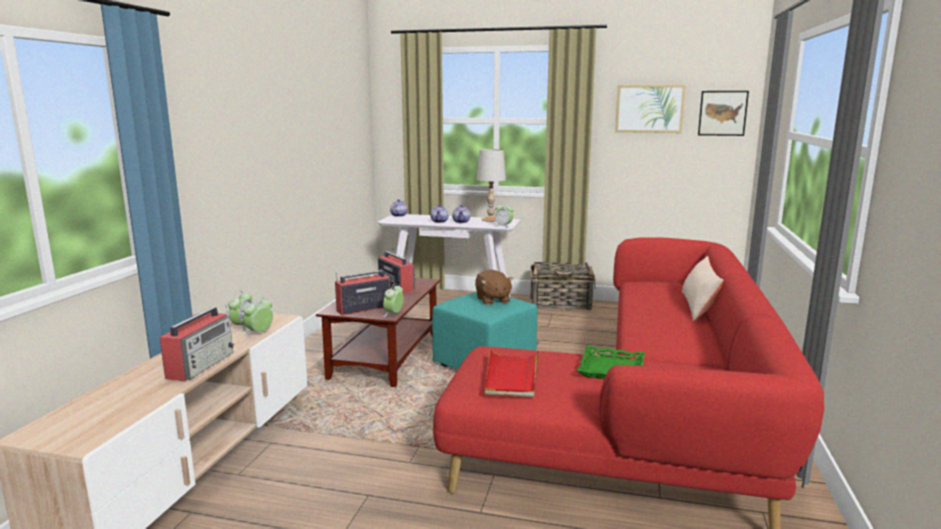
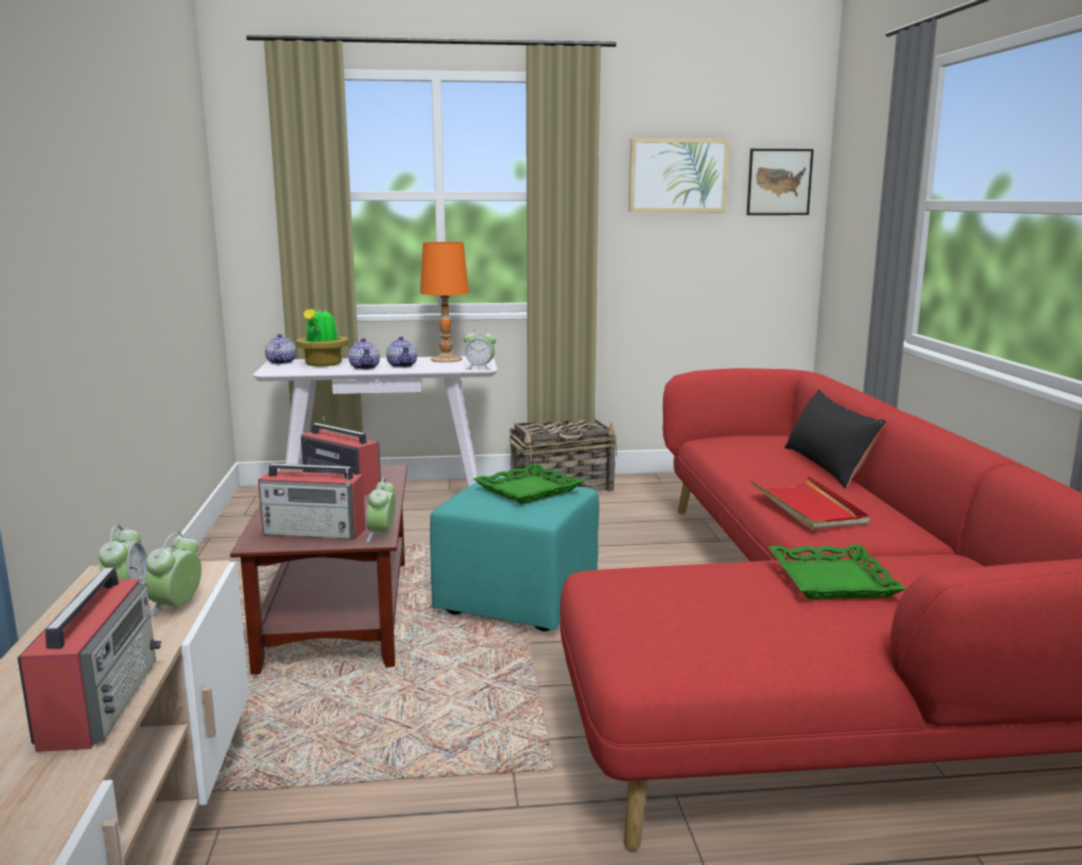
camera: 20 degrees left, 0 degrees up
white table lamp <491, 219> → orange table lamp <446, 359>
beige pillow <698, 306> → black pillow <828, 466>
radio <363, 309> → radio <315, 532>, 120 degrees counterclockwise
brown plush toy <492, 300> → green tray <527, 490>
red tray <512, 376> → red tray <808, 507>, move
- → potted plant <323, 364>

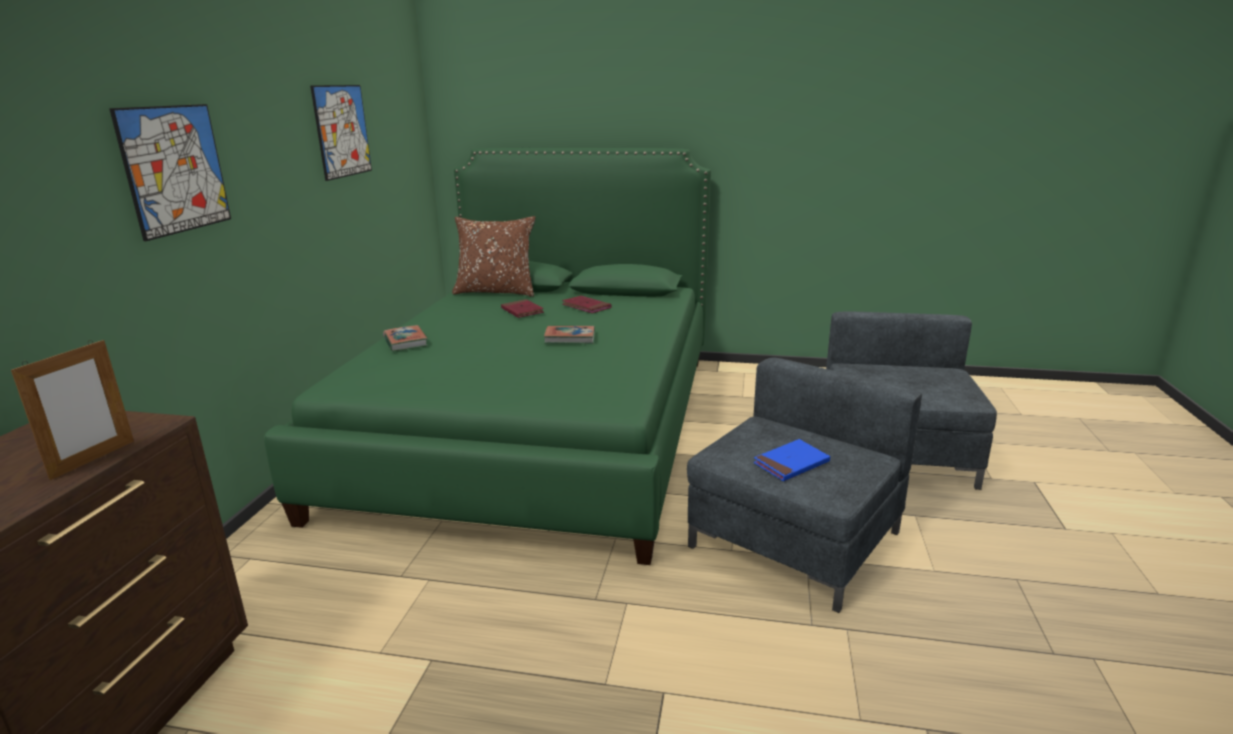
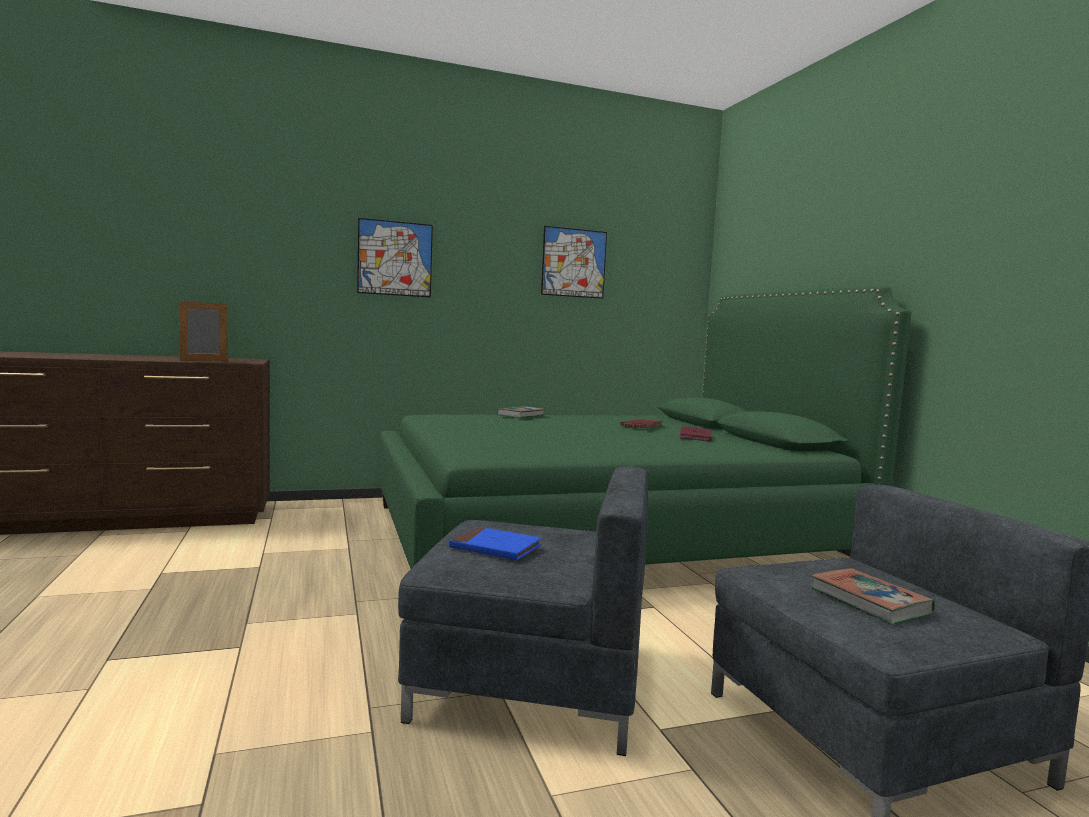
camera: 60 degrees right, 15 degrees down
brown pillow <496, 292> → -
book <570, 338> → book <870, 602>, move
picture frame <93, 459> → picture frame <204, 361>, 150 degrees clockwise

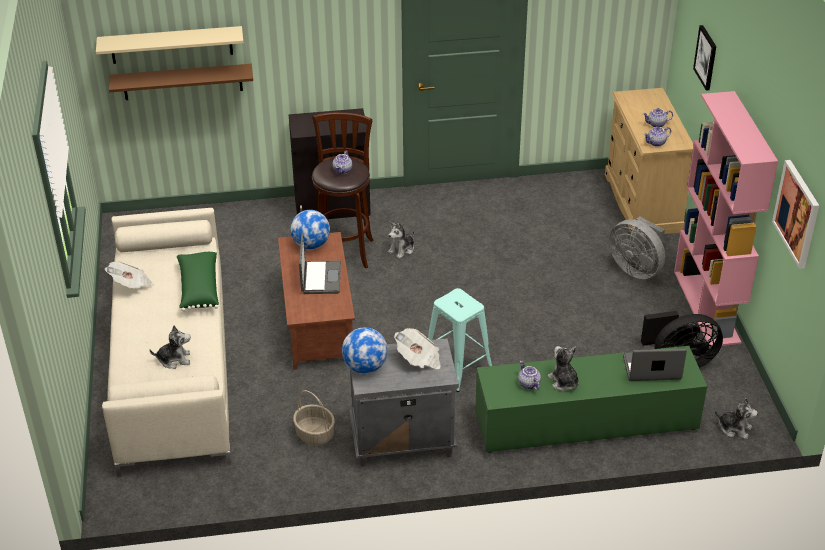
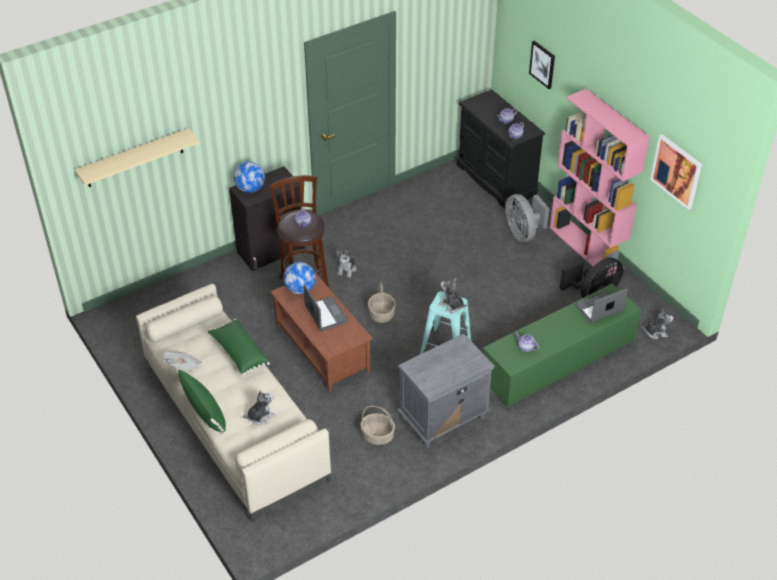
camera: 25 degrees left, 5 degrees up
brown shelf <182, 82> → -
beige dresser <642, 202> → black dresser <496, 180>
grey fan <637, 269> → grey fan <523, 233>, 45 degrees clockwise
globe <365, 367> → globe <250, 189>, move
newspaper <419, 359> → -
plush toy <563, 382> → plush toy <451, 306>, move
- → basket <381, 314>
- → green pillow <204, 411>

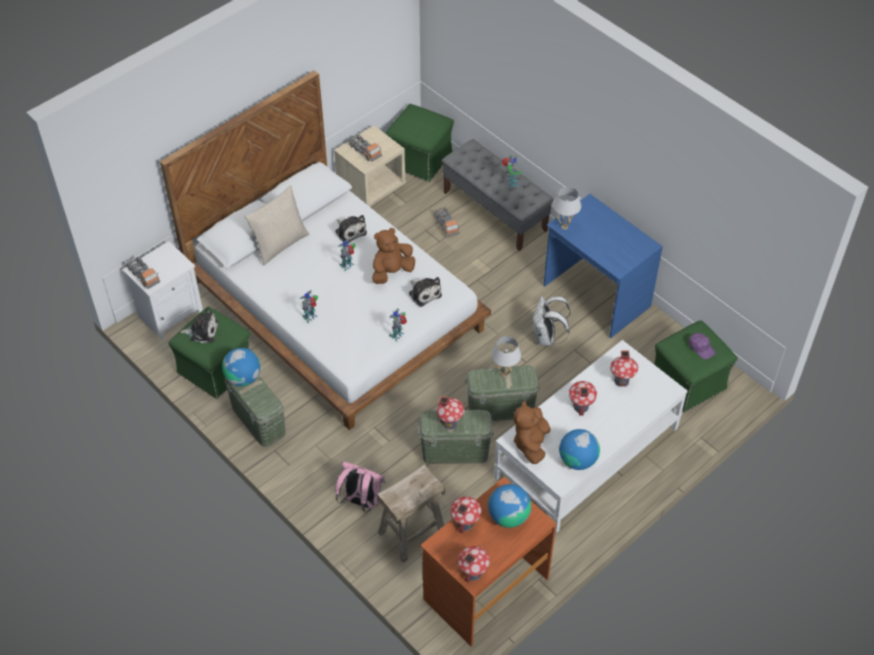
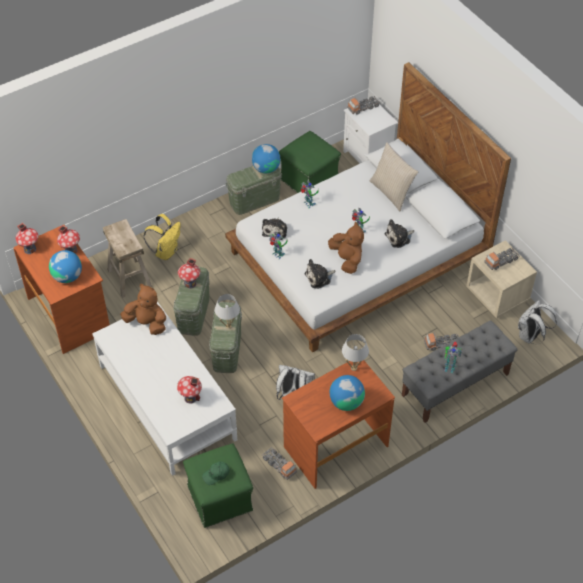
camera: 100 degrees right, 0 degrees up
green ottoman <420, 159> → white backpack <530, 336>
blue desk <595, 296> → brown desk <335, 445>
plush toy <202, 331> → plush toy <275, 230>, move
purple cap <701, 348> → green cap <216, 474>
toy house <580, 407> → -
globe <577, 460> → globe <346, 402>, move
pink backpack <361, 501> → yellow backpack <166, 251>
- → toy truck <279, 465>

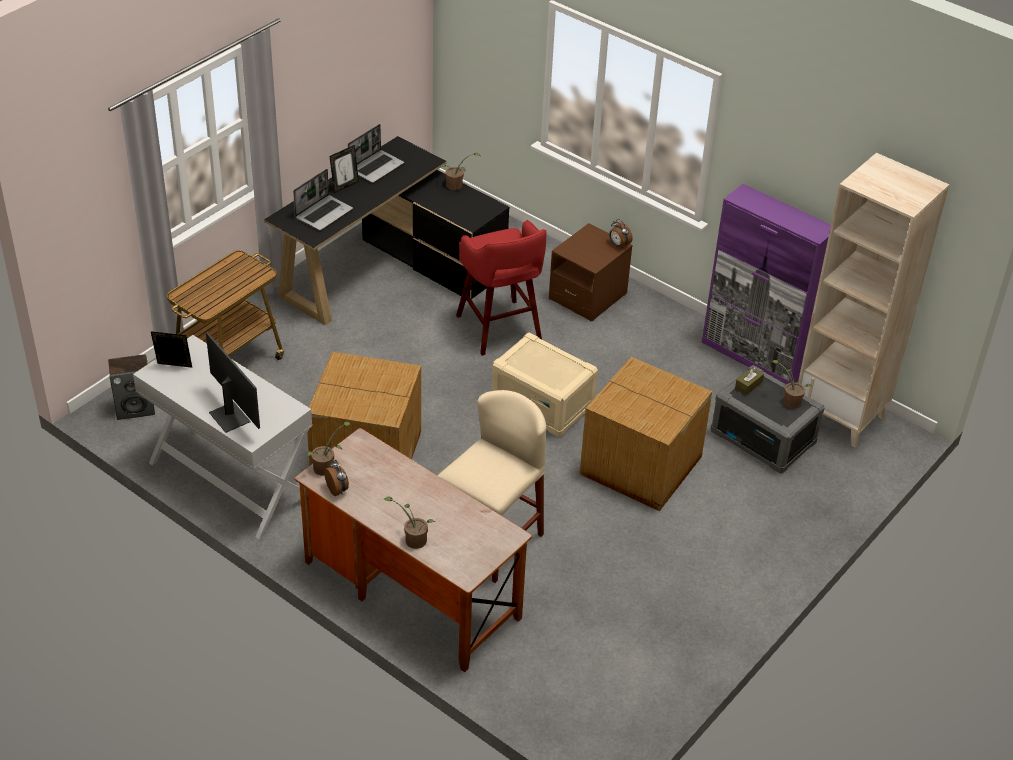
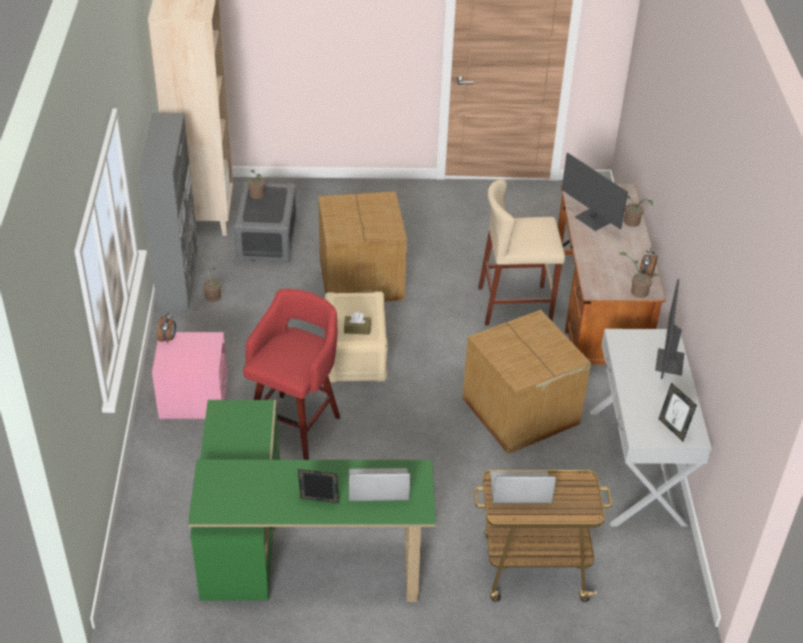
camera: 130 degrees left, 0 degrees up
laptop <376, 167> → laptop <519, 490>, move
black desk <388, 271> → green desk <294, 549>
potted plant <456, 186> → potted plant <212, 294>, move
purple cabinet <754, 357> → grey cabinet <178, 278>
brown nightstand <588, 296> → pink nightstand <193, 399>
speaker <135, 408> → -
brown tissue box <748, 385> → brown tissue box <357, 329>, move
- → monitor <592, 220>

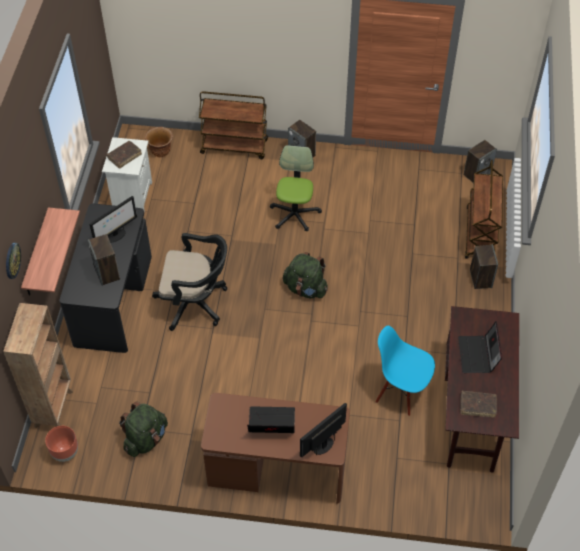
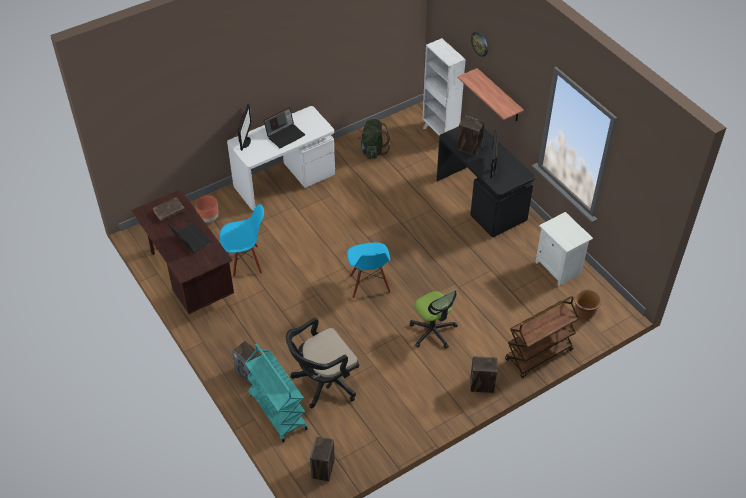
camera: 140 degrees right, 5 degrees down
brown book <124, 156> → -
brown cart <480, 235> → turquoise cart <277, 411>
black office chair <195, 303> → black office chair <323, 382>, move
green backpack <305, 288> → blue chair <369, 284>
brown bookcase <54, 407> → white bookcase <440, 134>
brown desk <276, 469> → white desk <284, 180>
brown planter <65, 452> → brown planter <209, 218>, move

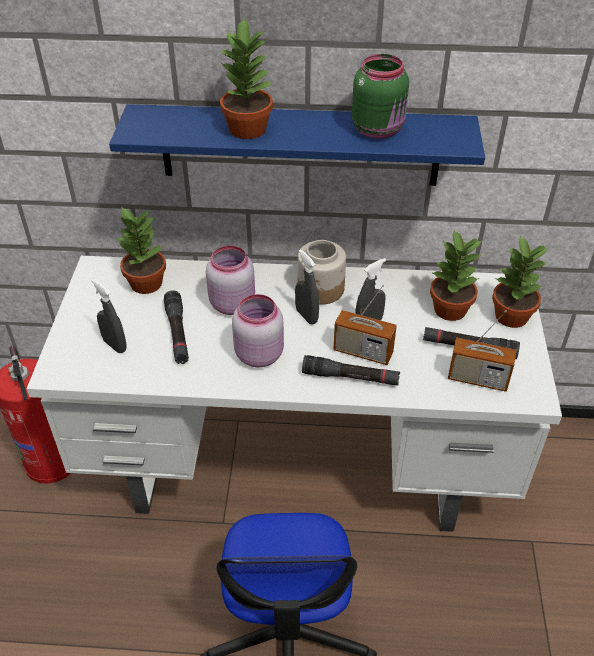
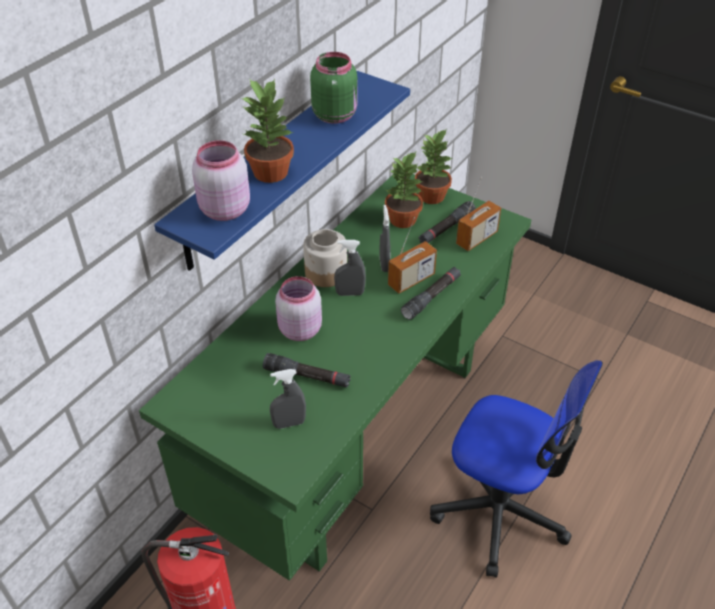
camera: 60 degrees left, 0 degrees up
potted plant <145, 283> → -
white desk <298, 470> → green desk <356, 435>
pink jar <258, 353> → pink jar <223, 210>, move

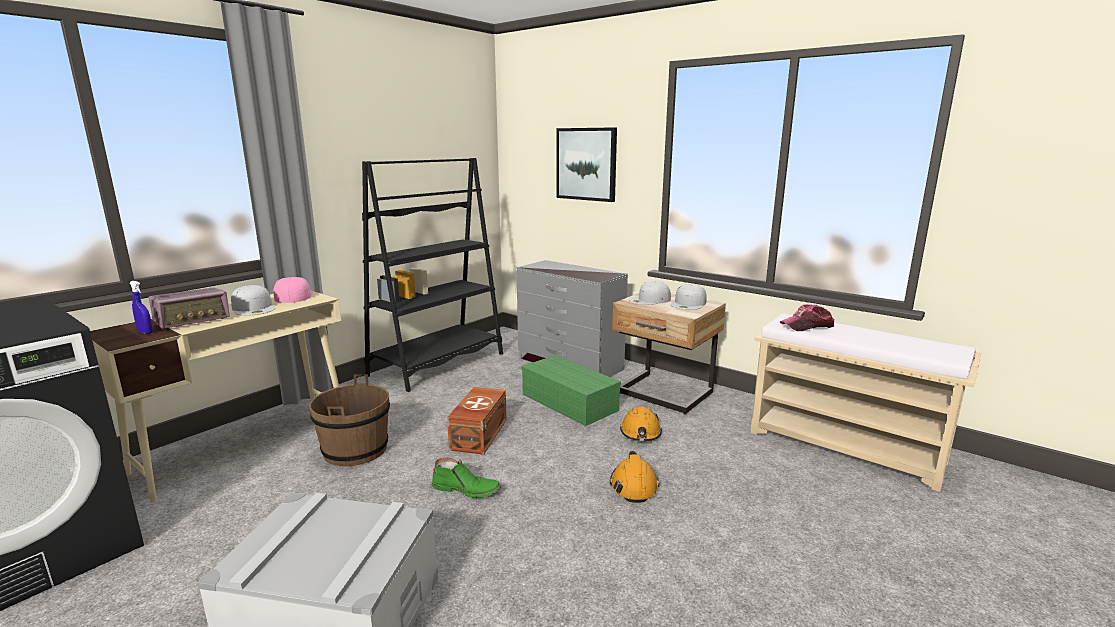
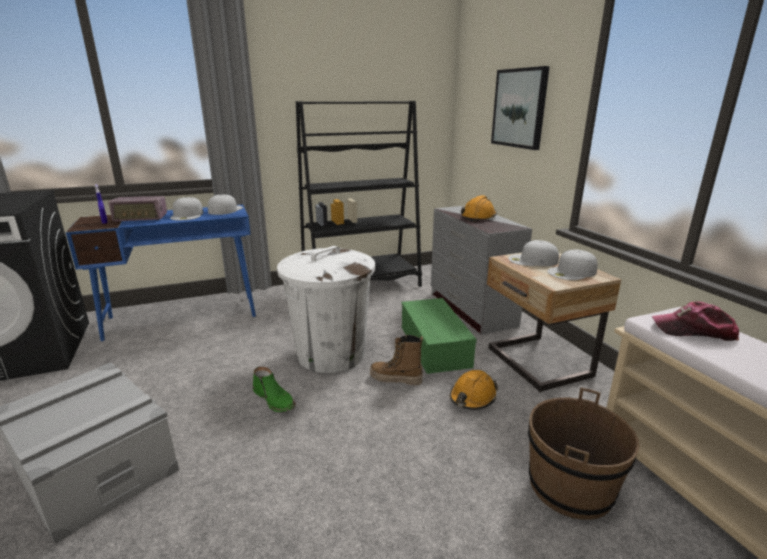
camera: 30 degrees right, 5 degrees up
pink cap <293, 296> → white cap <225, 210>
beige desk <247, 445> → blue desk <183, 316>
brown bucket <356, 450> → brown bucket <570, 486>, move
brown storage box <477, 435> → white trash can <330, 354>
orange hard hat <633, 485> → orange hard hat <479, 216>, move
- → boot <396, 379>

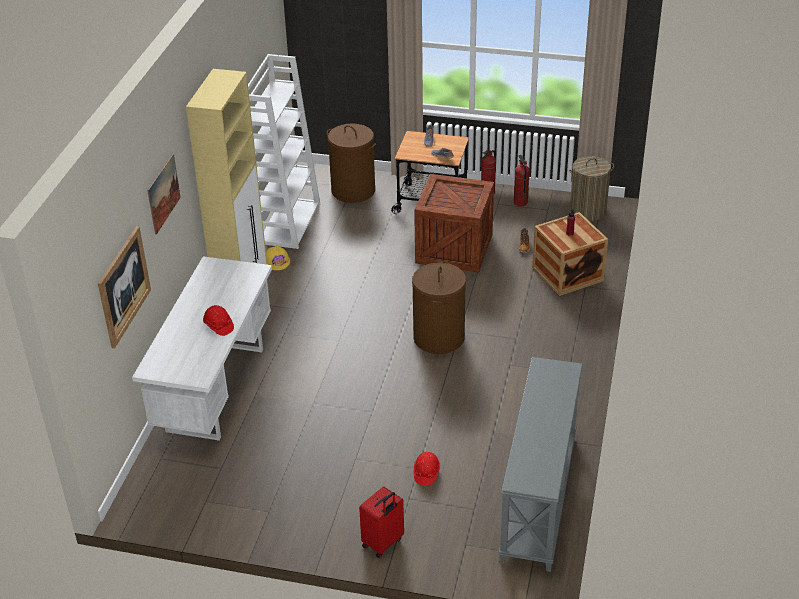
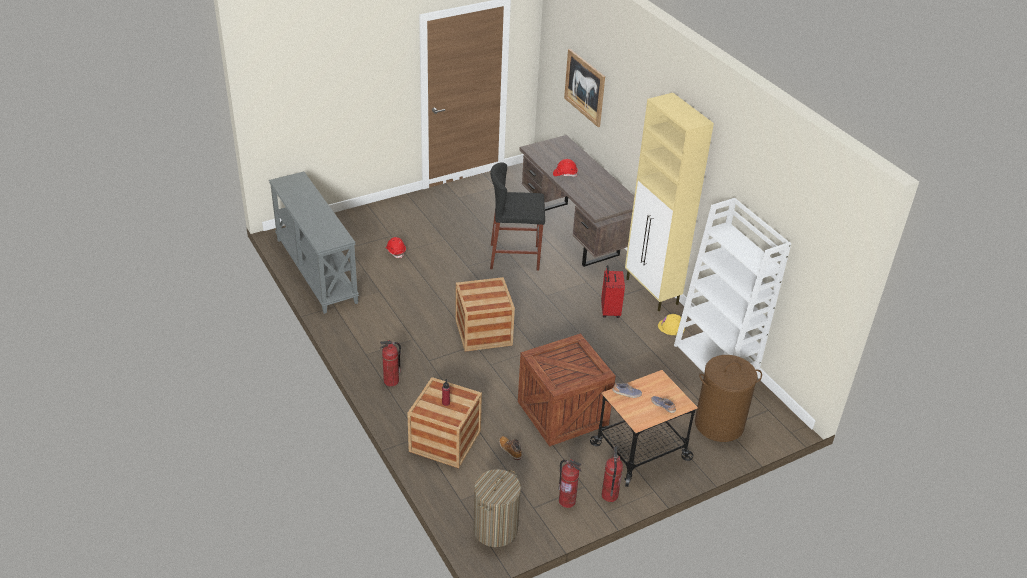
camera: 135 degrees right, 0 degrees up
picture <163, 193> → -
white desk <215, 388> → brown desk <575, 233>
brown laundry basket <439, 338> → crate <483, 332>
red suitcase <383, 543> → red suitcase <609, 311>, move
- → black stool <514, 257>
- → fire extinguisher <391, 381>

